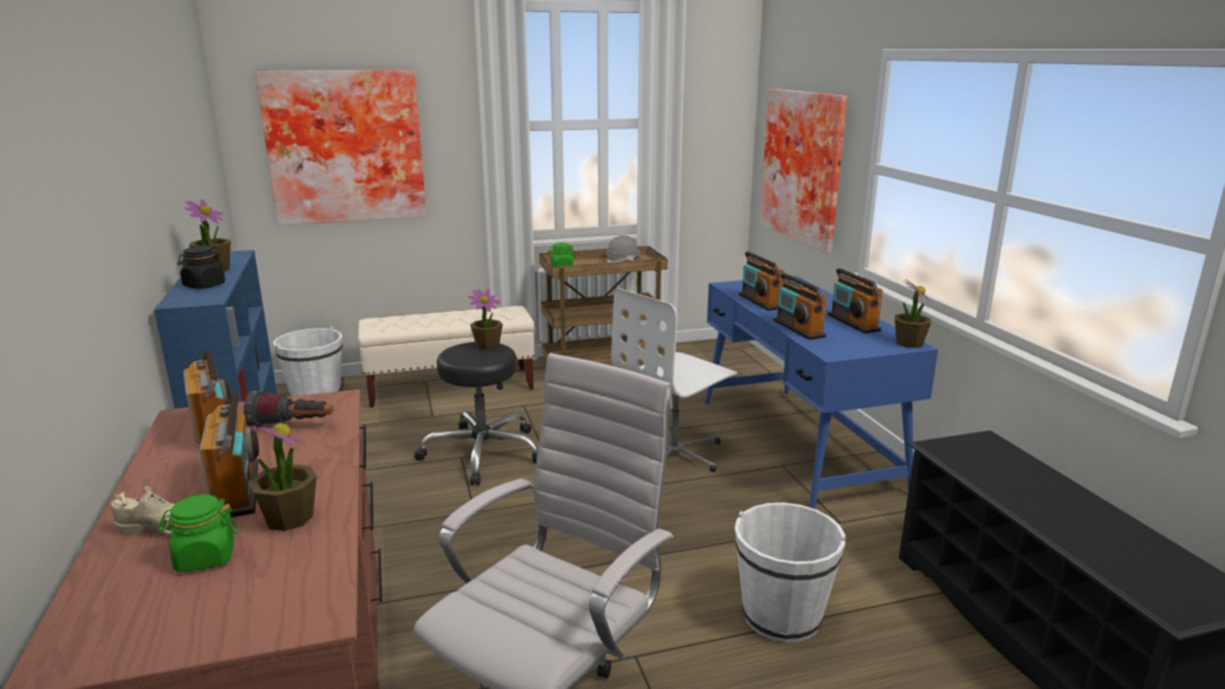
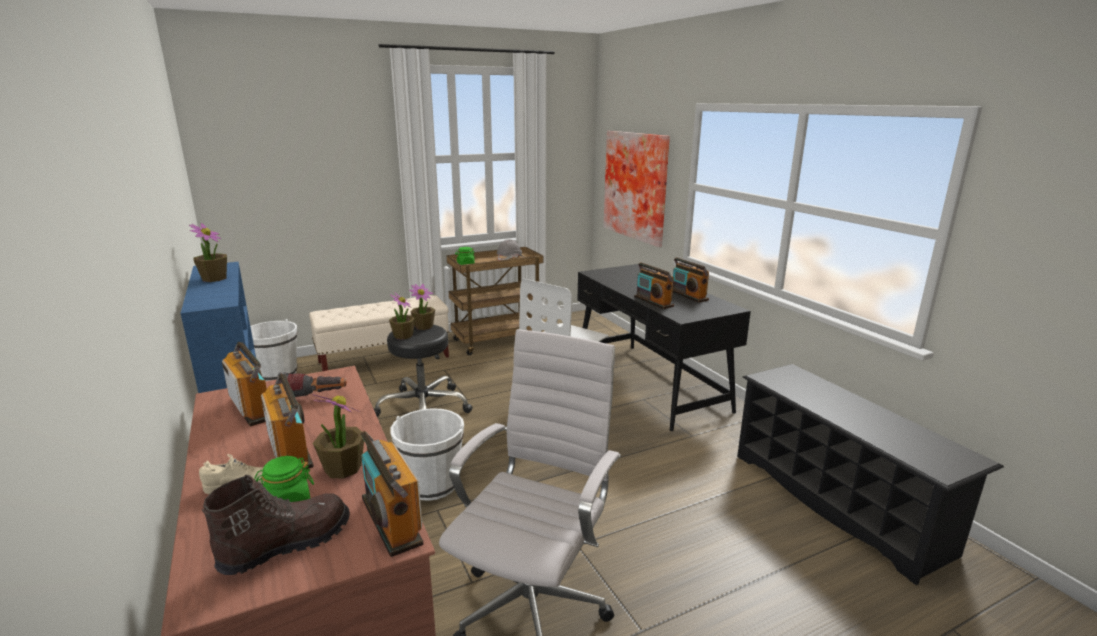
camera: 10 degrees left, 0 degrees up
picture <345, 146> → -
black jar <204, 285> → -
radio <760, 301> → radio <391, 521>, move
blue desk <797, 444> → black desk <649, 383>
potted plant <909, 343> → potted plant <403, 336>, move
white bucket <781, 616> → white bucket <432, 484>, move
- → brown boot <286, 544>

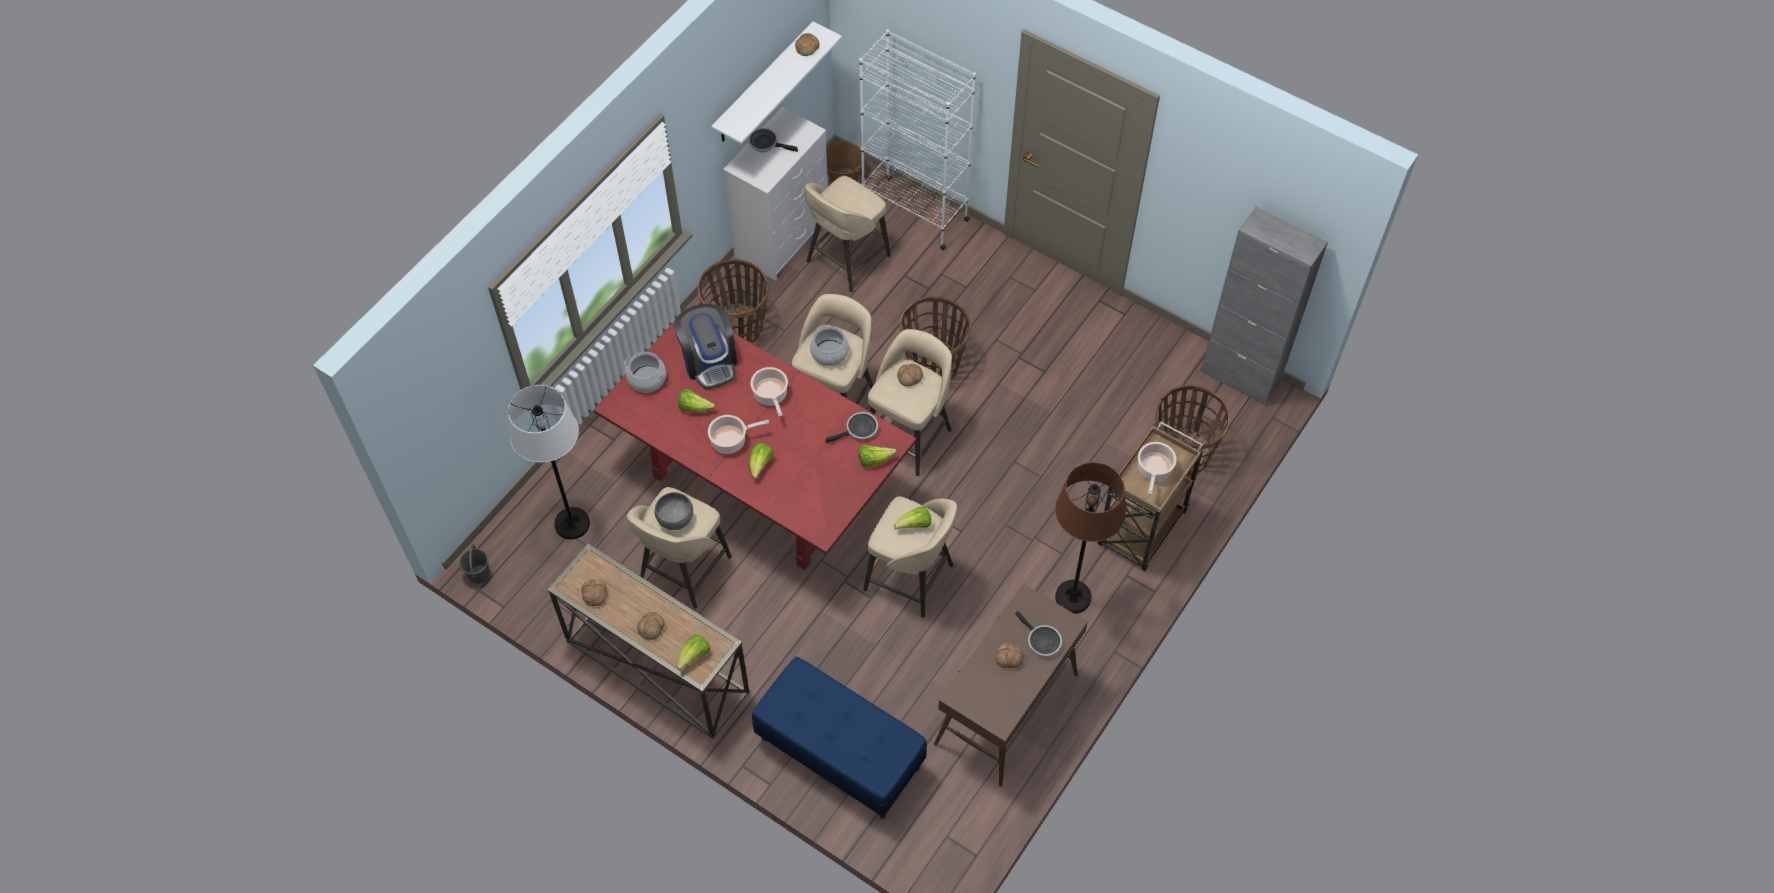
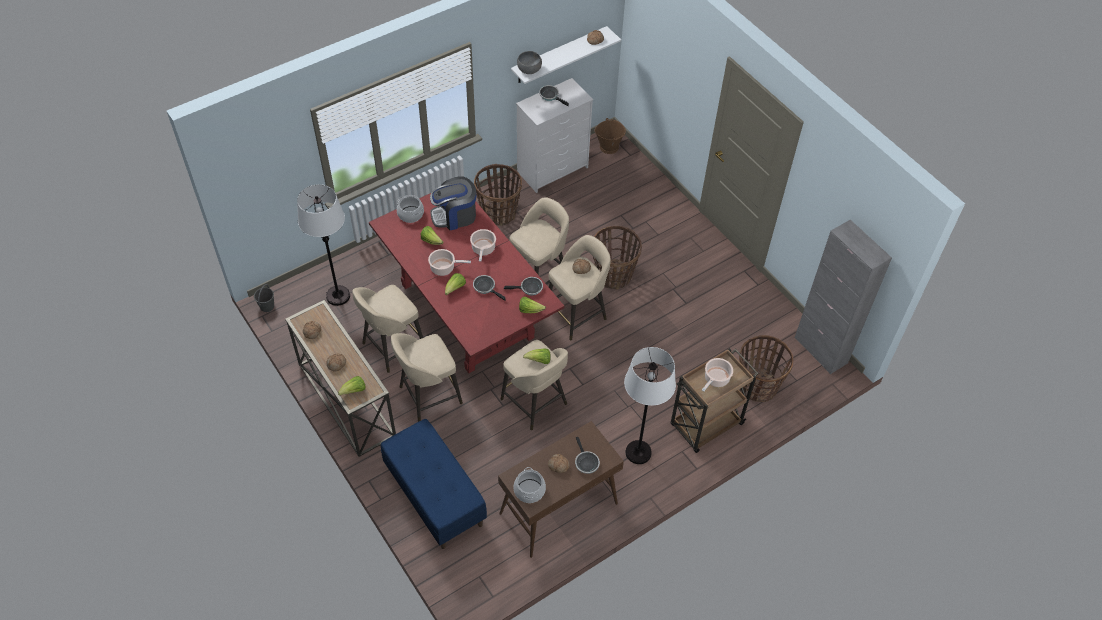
camera: 20 degrees right, 5 degrees down
white bookcase <914, 212> → -
beige stool <846, 260> → beige stool <428, 395>, move
coffee machine <709, 360> → coffee machine <455, 216>, 75 degrees clockwise
cooking pot <830, 353> → cooking pot <529, 491>, move
brown floor lamp <1073, 597> → white floor lamp <638, 453>
grey bowl <675, 518> → grey bowl <529, 69>, move
- → frying pan <485, 287>

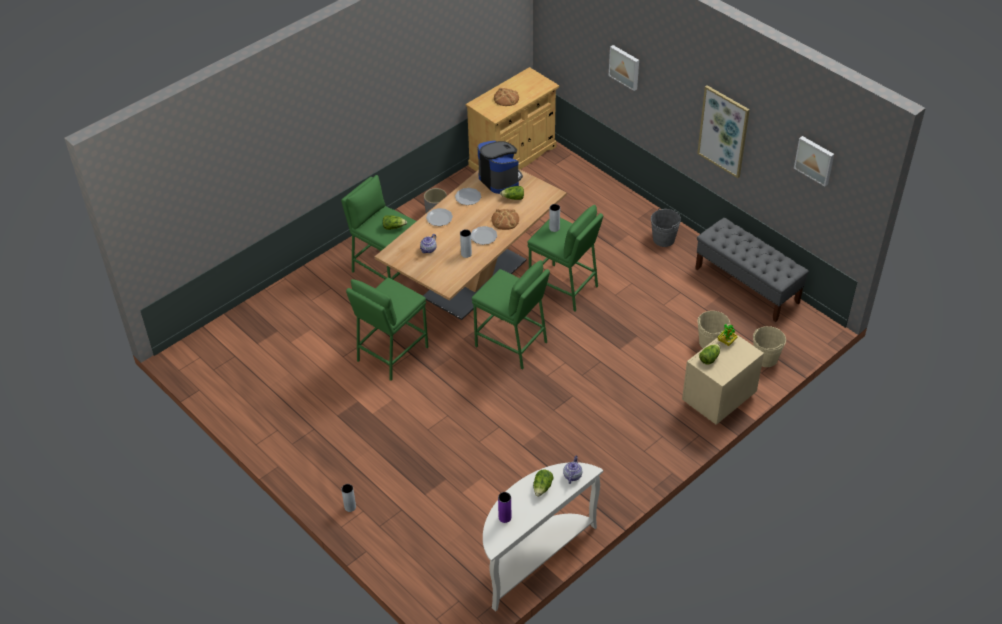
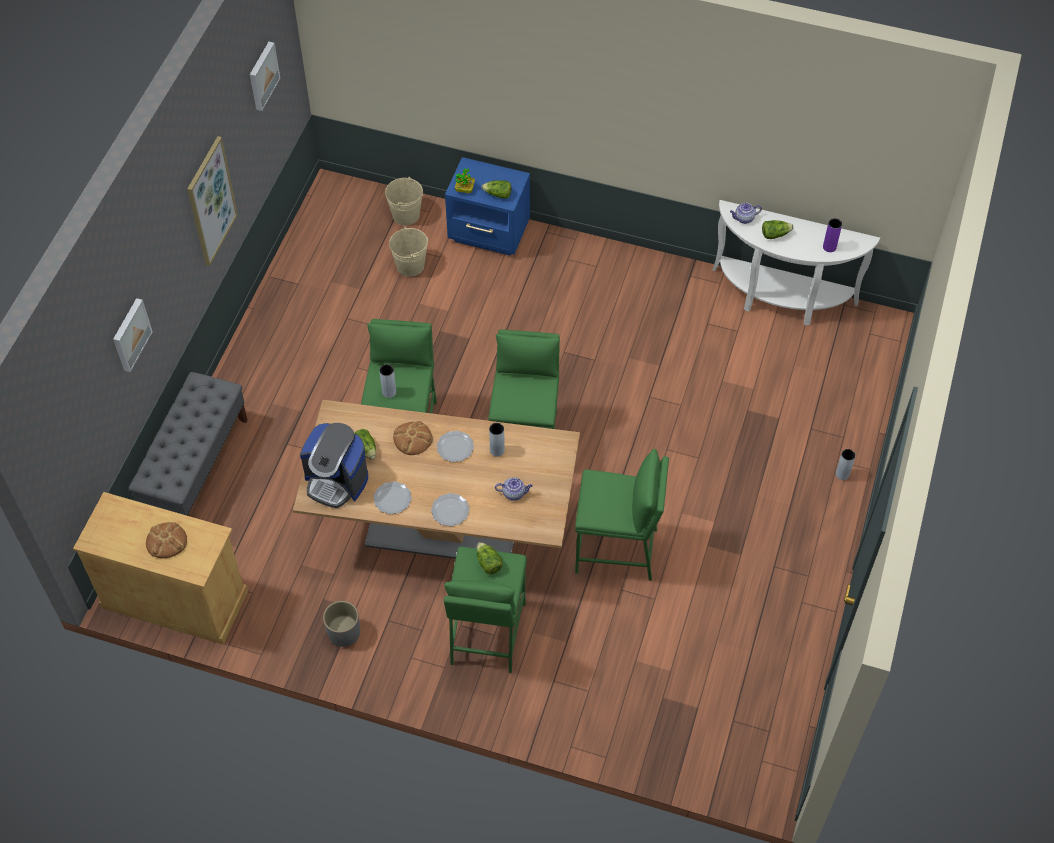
camera: 120 degrees left, 10 degrees up
coffee machine <499, 179> → coffee machine <336, 481>, 90 degrees counterclockwise
grey bucket <663, 239> → -
grey bench <747, 285> → grey bench <196, 468>, move
beige nightstand <717, 400> → blue nightstand <489, 234>

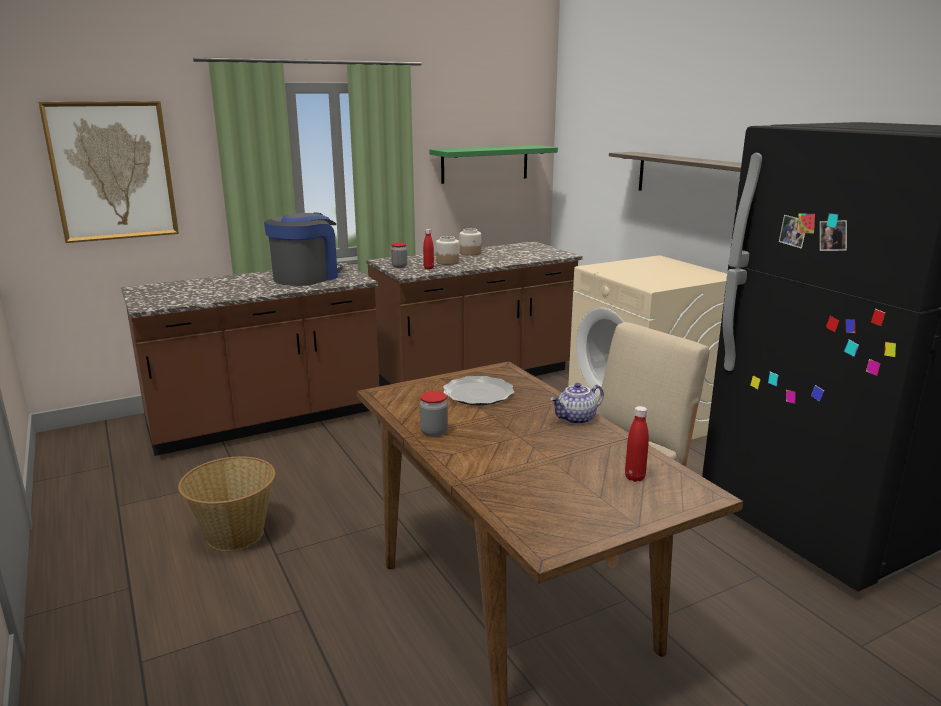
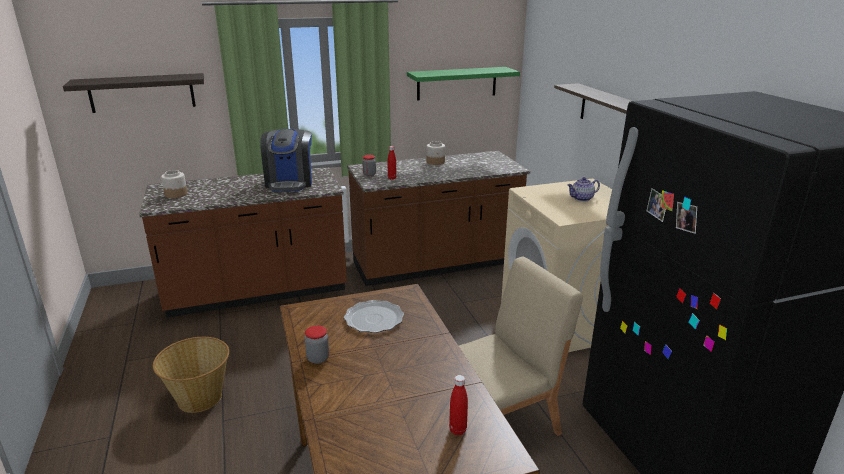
camera: 10 degrees right, 5 degrees up
picture <112, 171> → shelf <142, 93>
coffee machine <306, 277> → coffee machine <290, 182>, 135 degrees clockwise
jar <447, 262> → jar <176, 194>, move
teapot <576, 419> → teapot <582, 199>, move

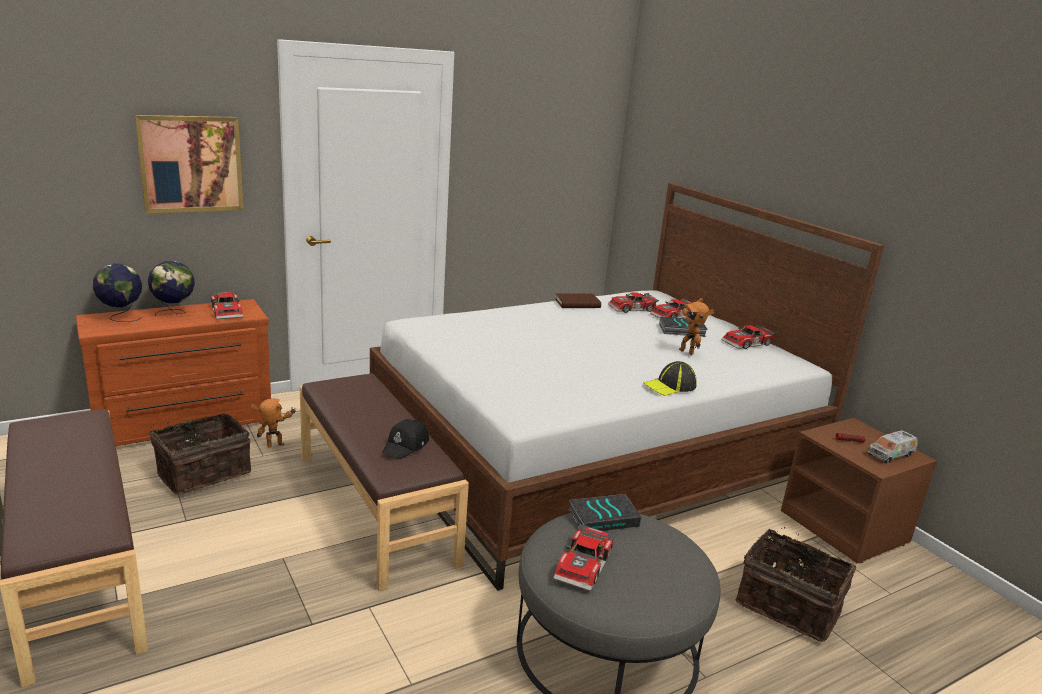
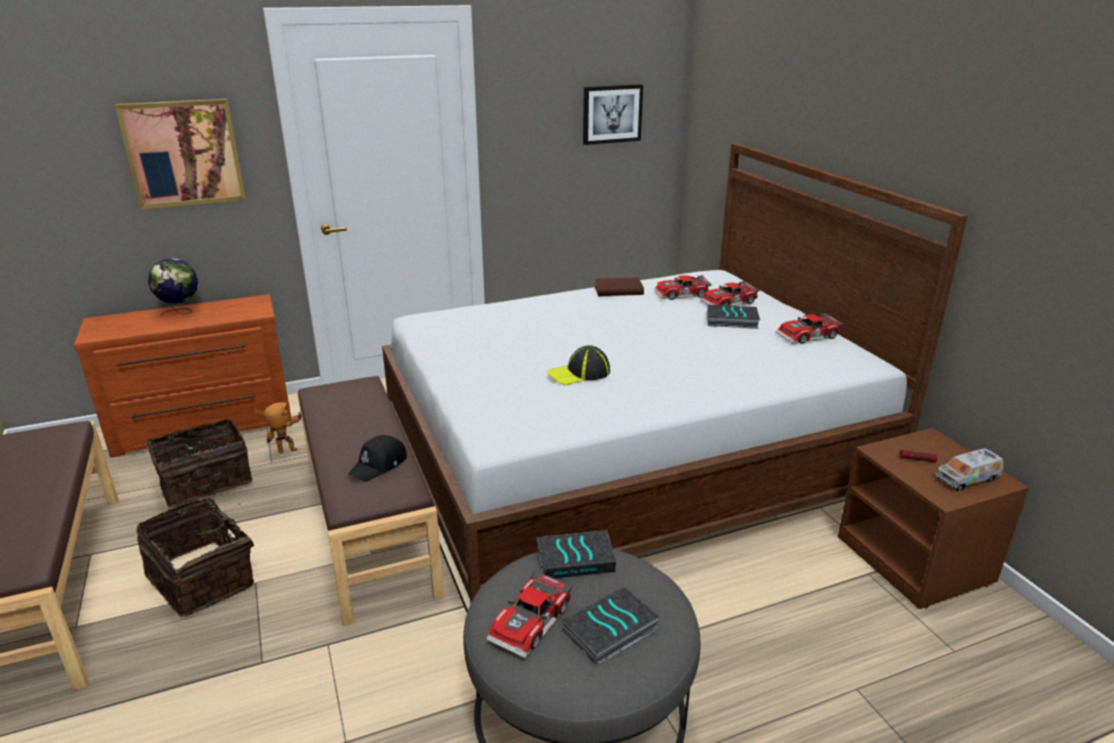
camera: 10 degrees right, 5 degrees up
globe <121, 317> → -
toy car <228, 311> → -
toy robot <687, 351> → -
cap <670, 386> → cap <579, 373>, move
basket <789, 605> → basket <204, 577>, move
- → picture <611, 114>
- → book <610, 631>

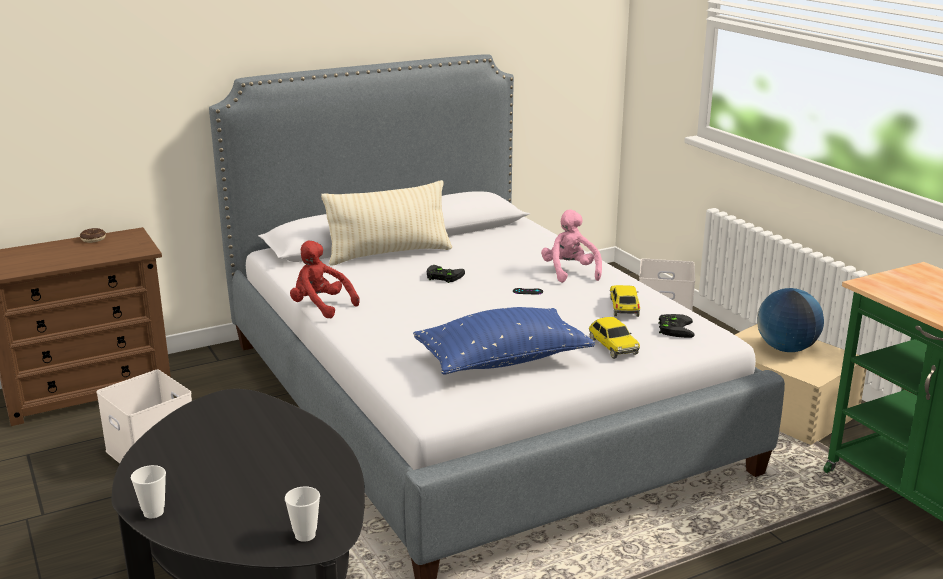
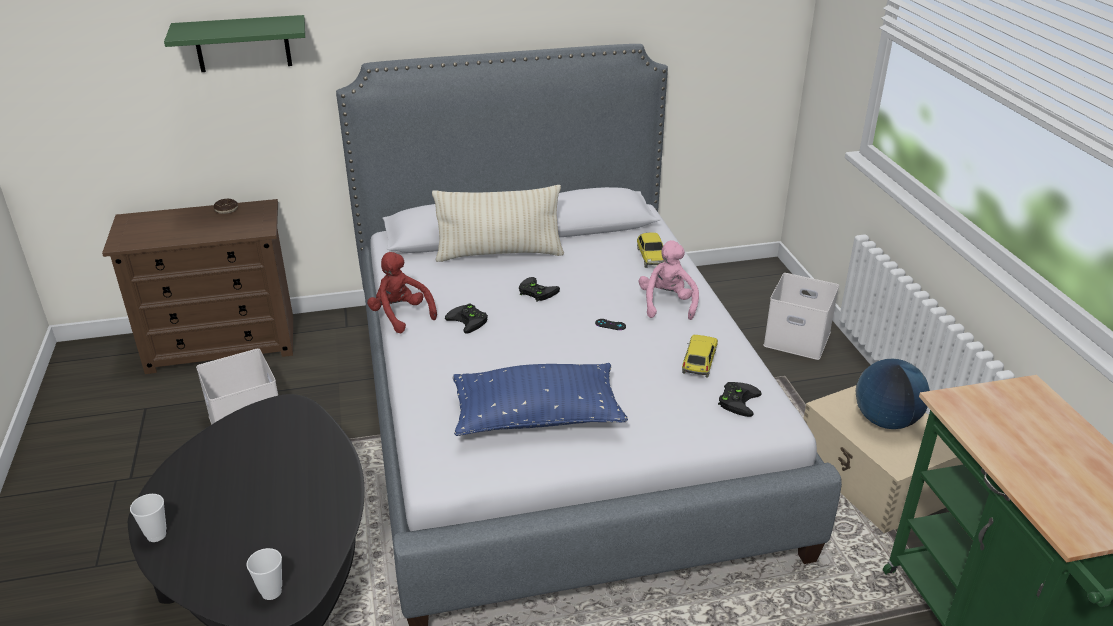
camera: 15 degrees right, 10 degrees up
toy car <612, 346> → toy car <651, 257>, move
- → green shelf <242, 44>
- → black game controller <469, 321>

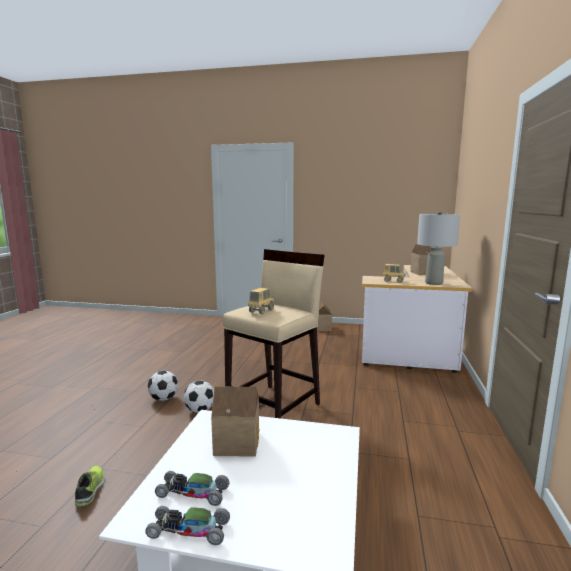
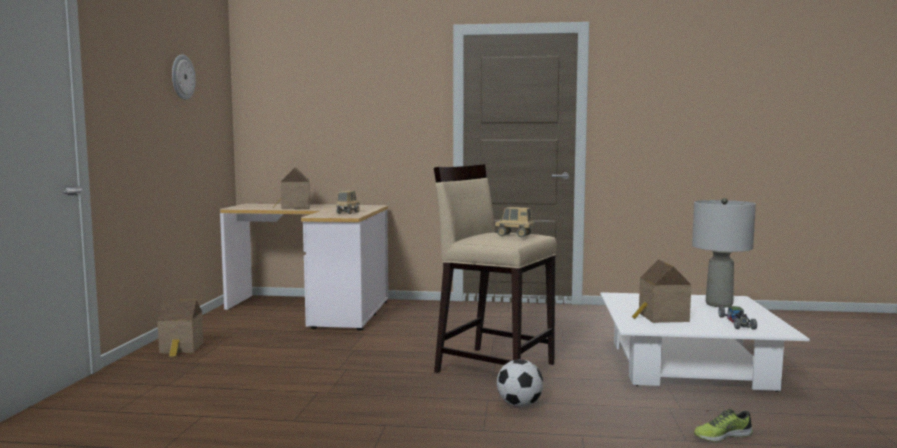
camera: 95 degrees left, 5 degrees down
grey table lamp <434, 283> → grey table lamp <718, 304>, move
football <163, 399> → -
toy car <188, 530> → -
- → wall clock <182, 77>

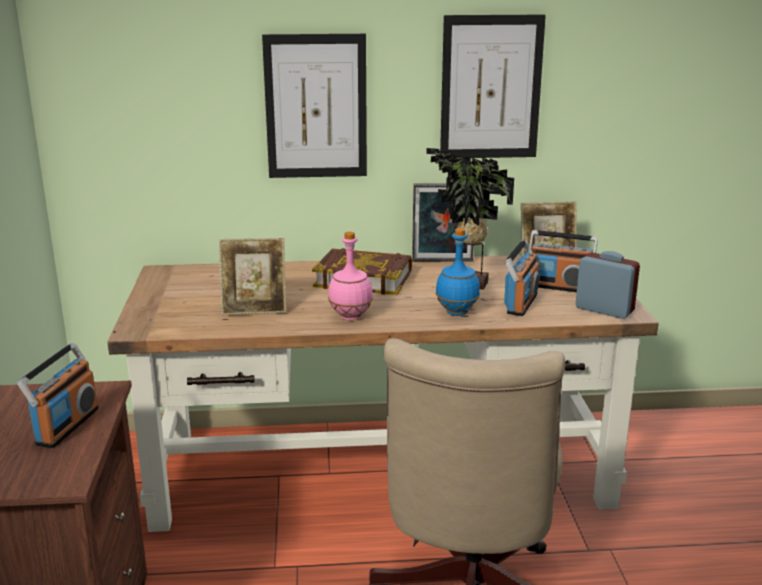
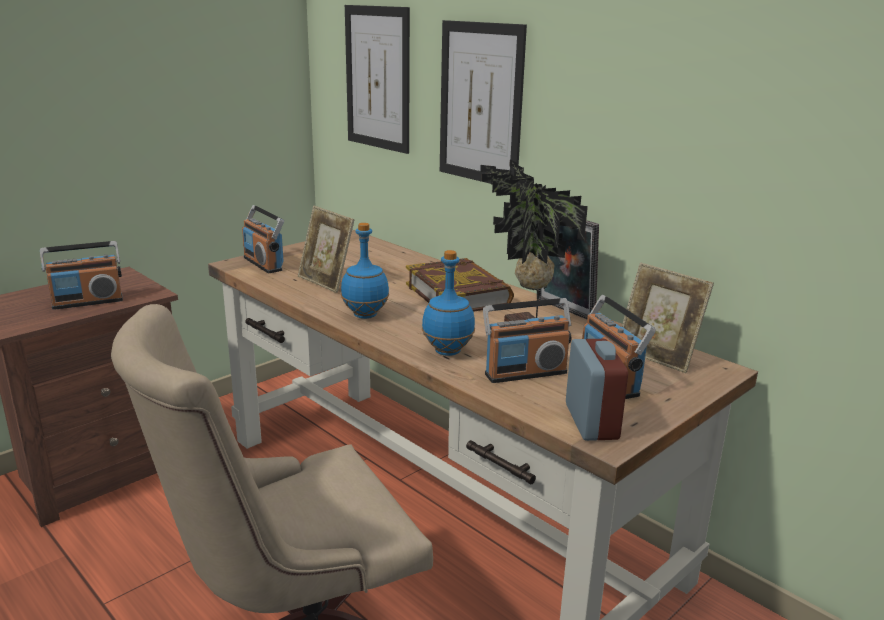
camera: 50 degrees right, 0 degrees up
picture <491, 88> → picture <377, 78>, move
pink bottle <351, 317> → blue bottle <365, 315>
- → radio <263, 264>

